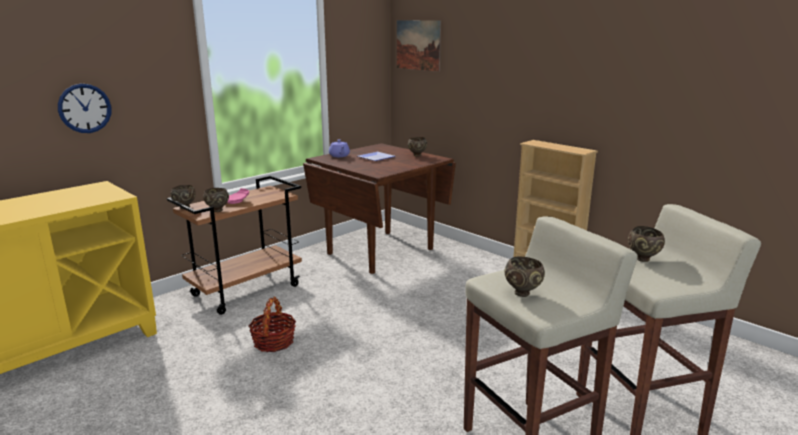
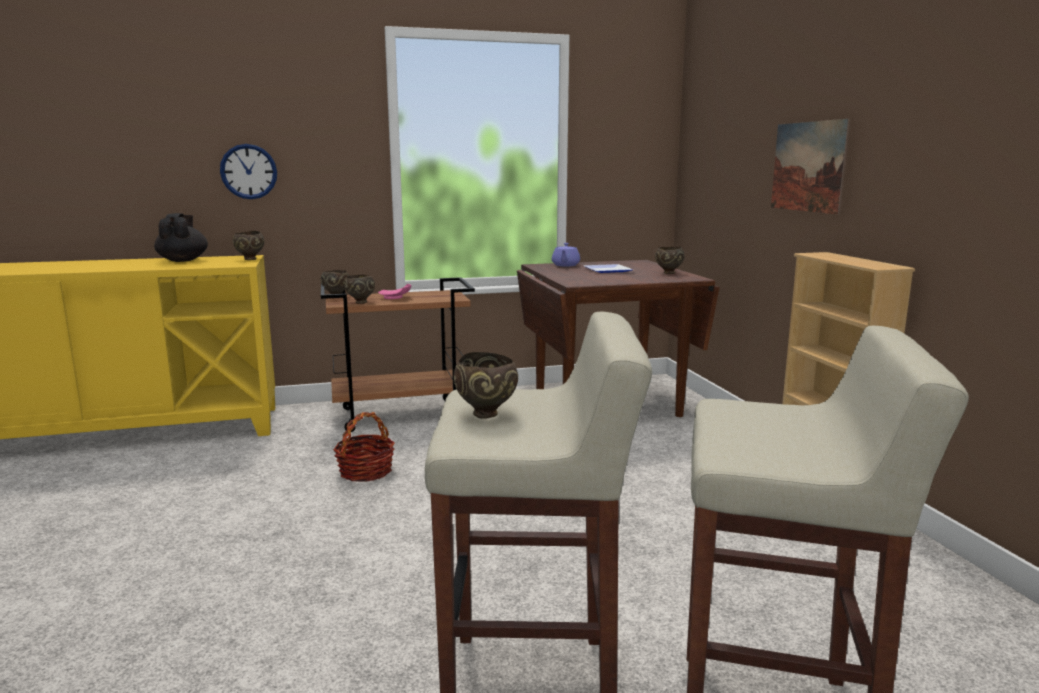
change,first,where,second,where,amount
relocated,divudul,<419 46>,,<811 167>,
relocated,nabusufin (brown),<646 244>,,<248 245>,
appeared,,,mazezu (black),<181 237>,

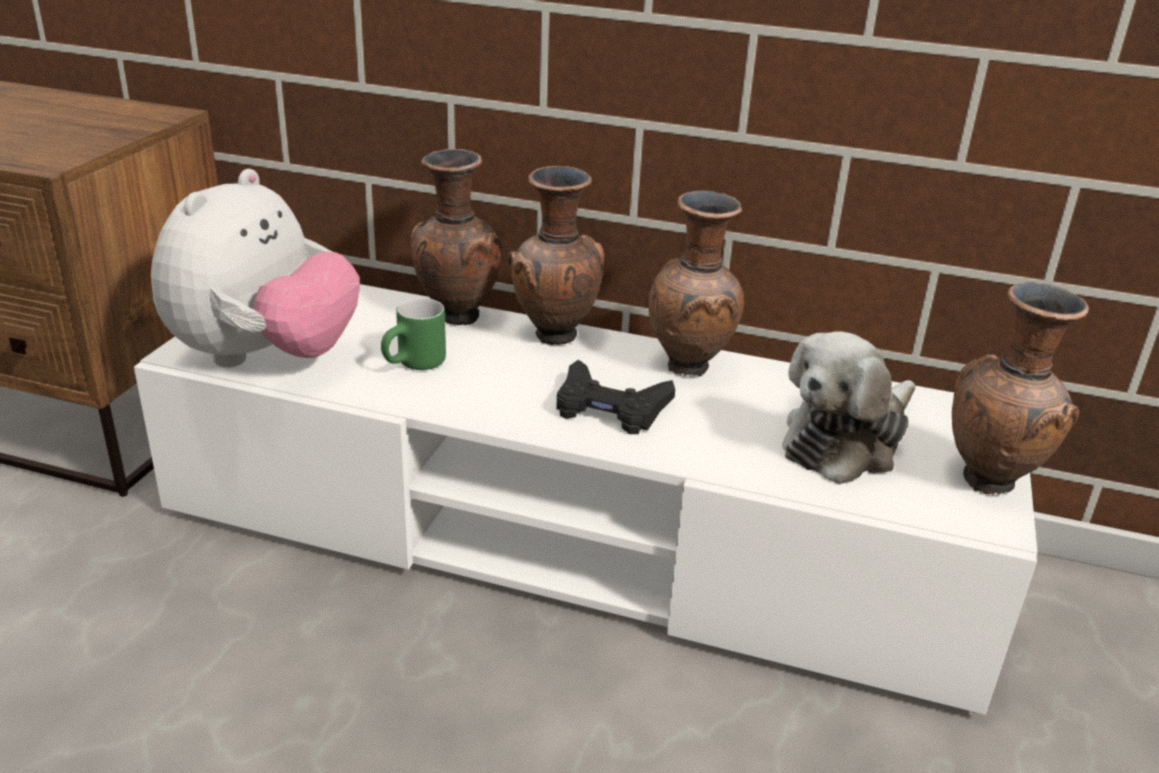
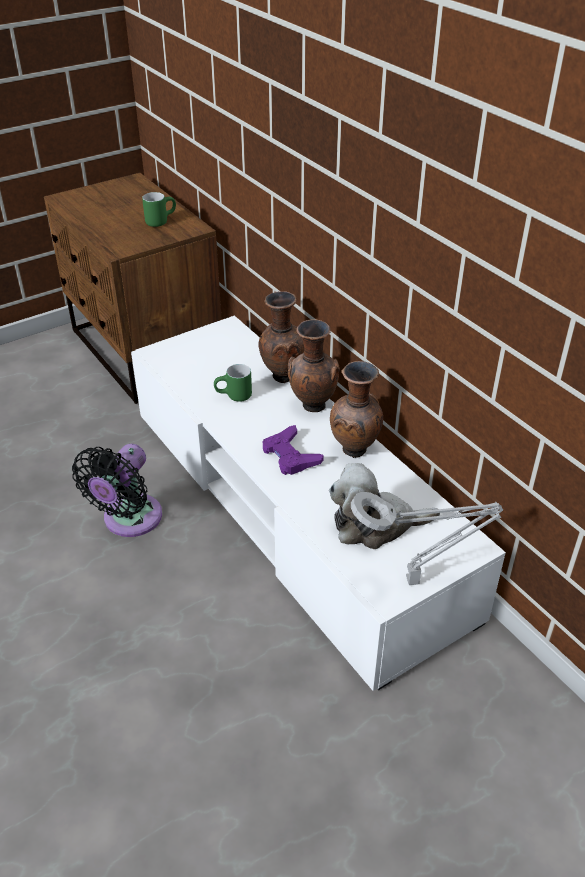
change,first,where,second,where,amount
missing,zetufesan,<255 268>,,,
colour,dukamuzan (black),<615 397>,dukamuzan (purple),<293 450>,
exchanged,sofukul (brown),<1020 388>,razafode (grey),<427 538>,
appeared,,,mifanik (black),<117 490>,
appeared,,,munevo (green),<159 209>,

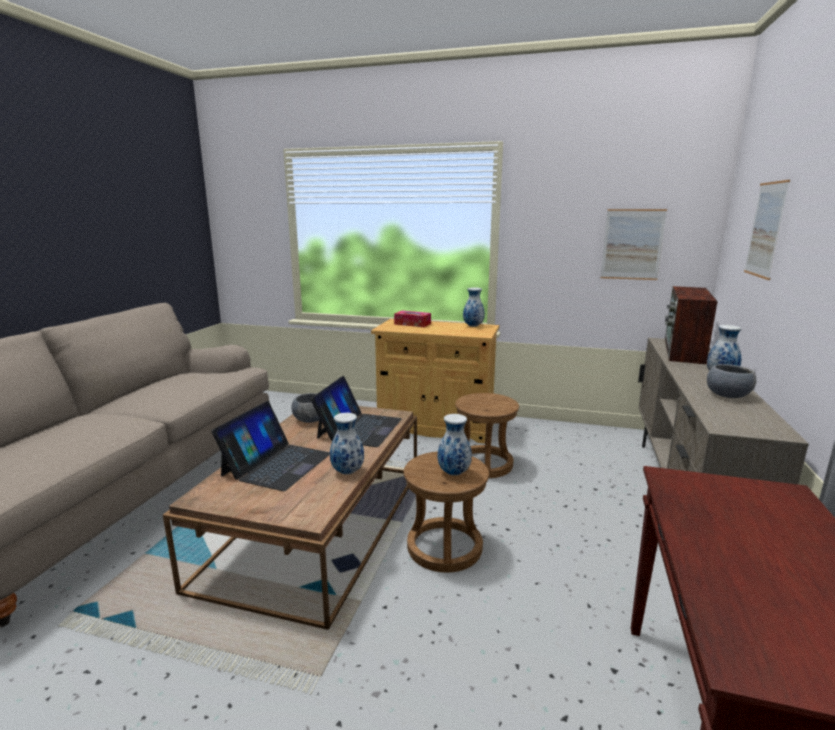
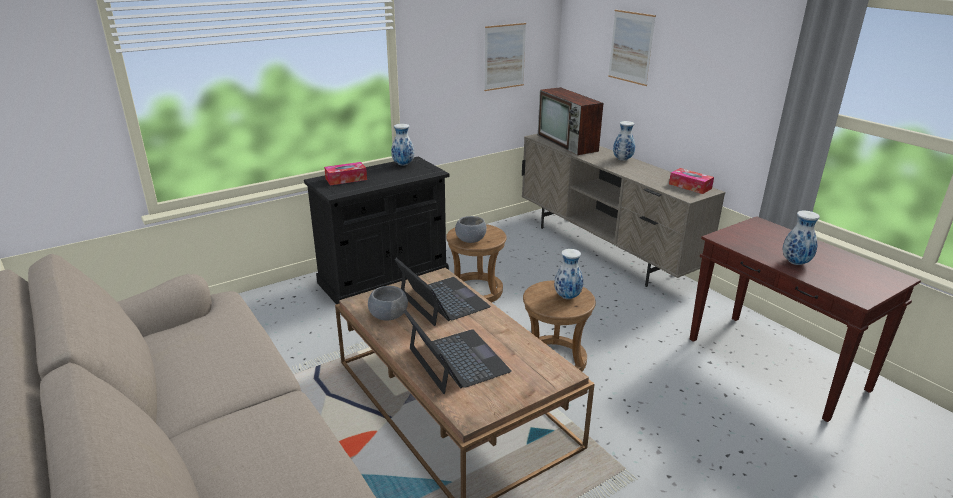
change,first,where,second,where,amount
relocated,sofukul,<347 444>,,<801 238>,
colour,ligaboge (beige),<435 381>,ligaboge (black),<376 230>,
relocated,nabusufin (grey),<731 381>,,<471 229>,
appeared,,,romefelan,<691 181>,

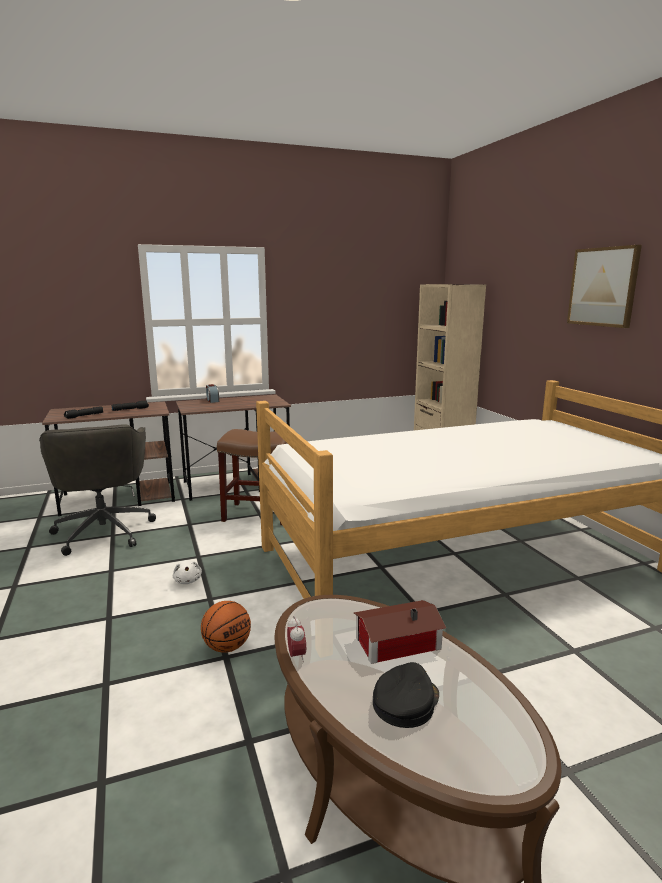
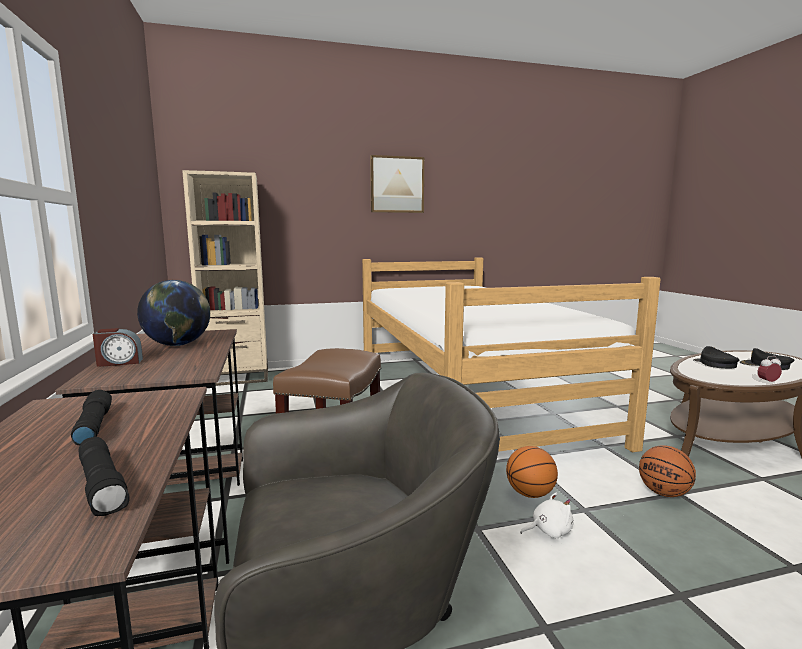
change,first,where,second,where,amount
exchanged,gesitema,<400 632>,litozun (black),<716 357>,
appeared,,,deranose,<173 313>,
appeared,,,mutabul,<532 472>,

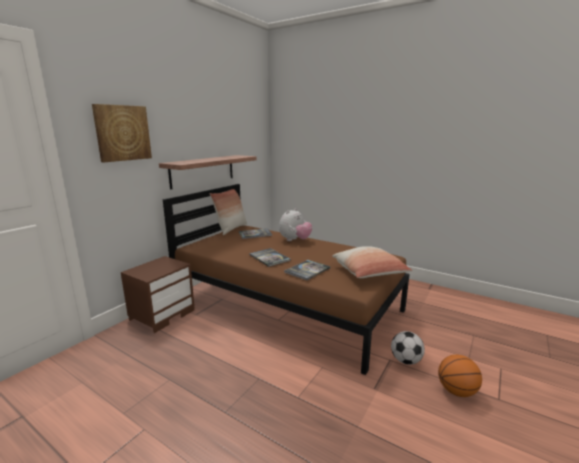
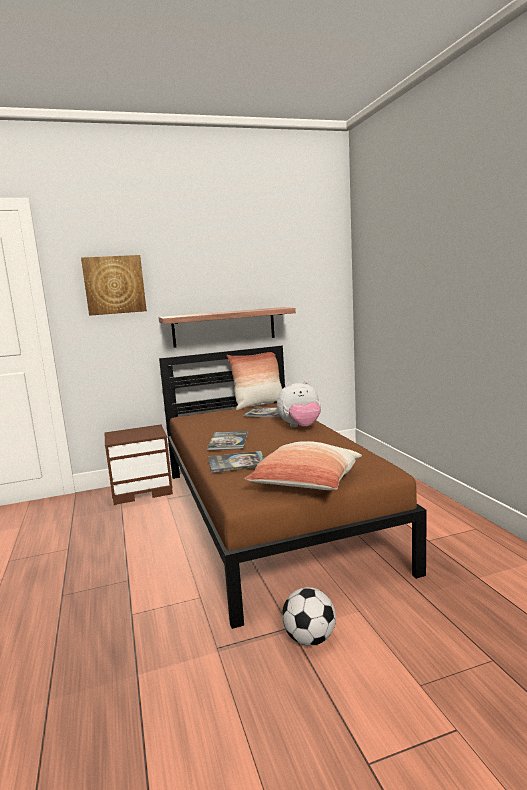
change,first,where,second,where,amount
missing,mutabul,<460 376>,,,

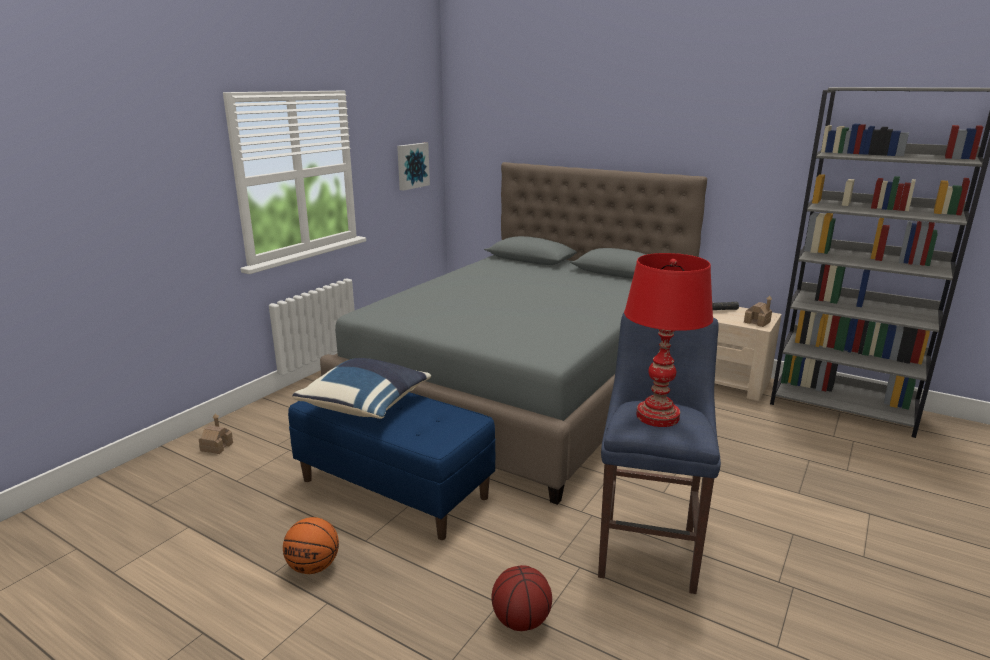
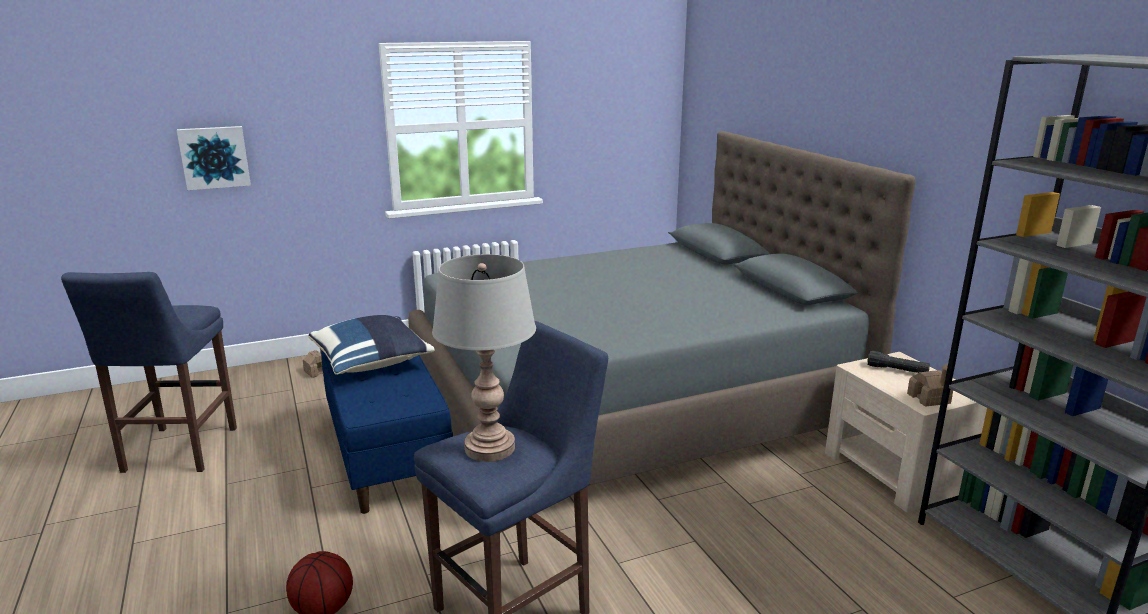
change,first,where,second,where,amount
missing,mutabul,<311 545>,,,
relocated,divudul,<413 167>,,<214 158>,
colour,razafode (red),<668 340>,razafode (grey),<484 358>,
appeared,,,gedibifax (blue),<149 372>,

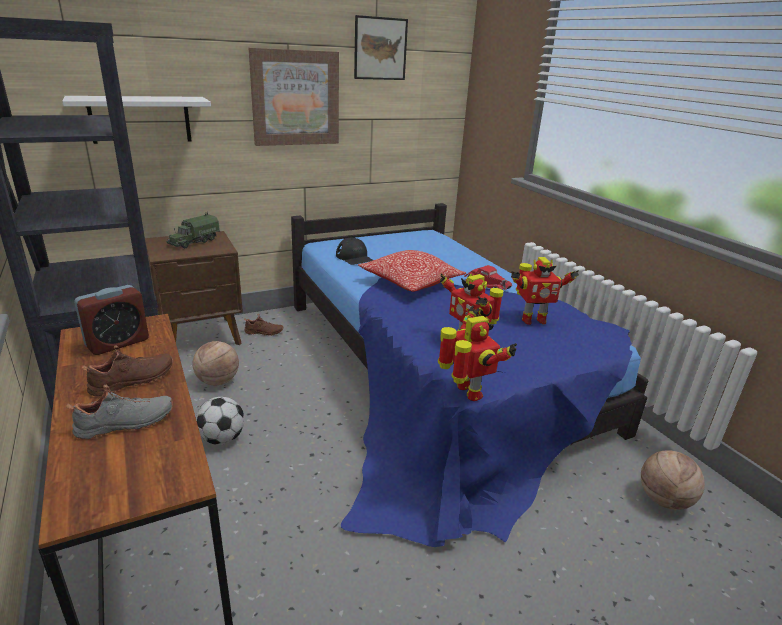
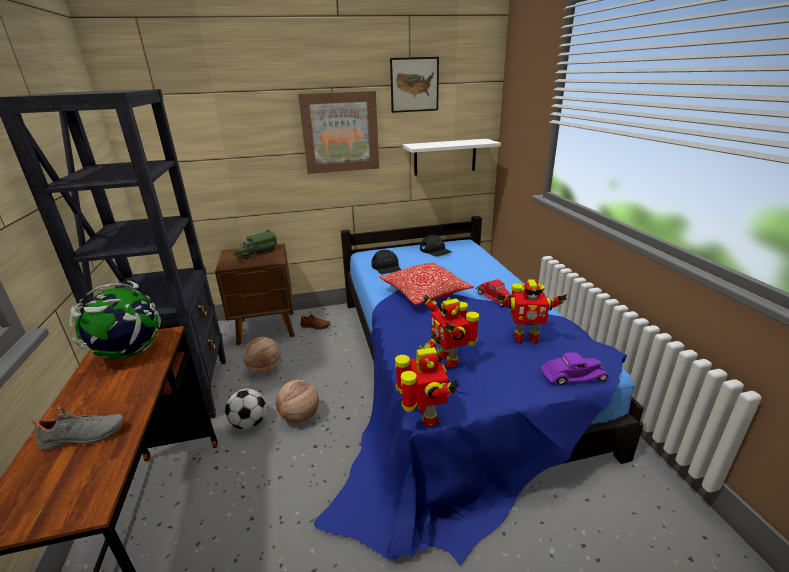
change,first,where,second,where,amount
relocated,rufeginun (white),<136 120>,,<452 157>,
exchanged,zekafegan,<111 320>,deranose,<115 320>,
missing,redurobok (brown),<127 371>,,,
relocated,mutabul,<673 480>,,<297 401>,
appeared,,,litozun (black),<436 246>,
appeared,,,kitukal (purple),<575 368>,

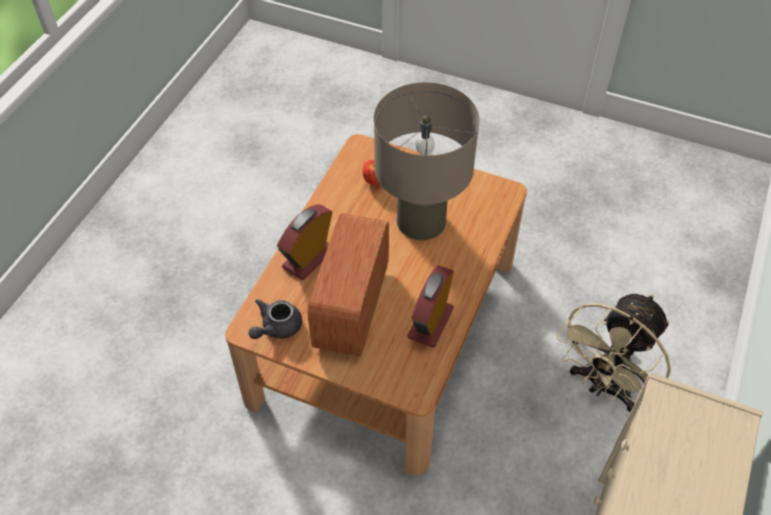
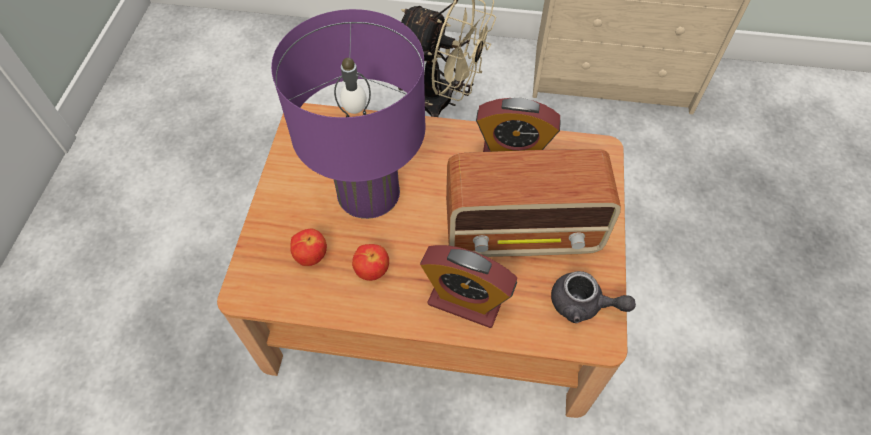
change,first,where,second,where,amount
colour,razafode (beige),<426 161>,razafode (purple),<348 114>,
appeared,,,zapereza,<370 262>,

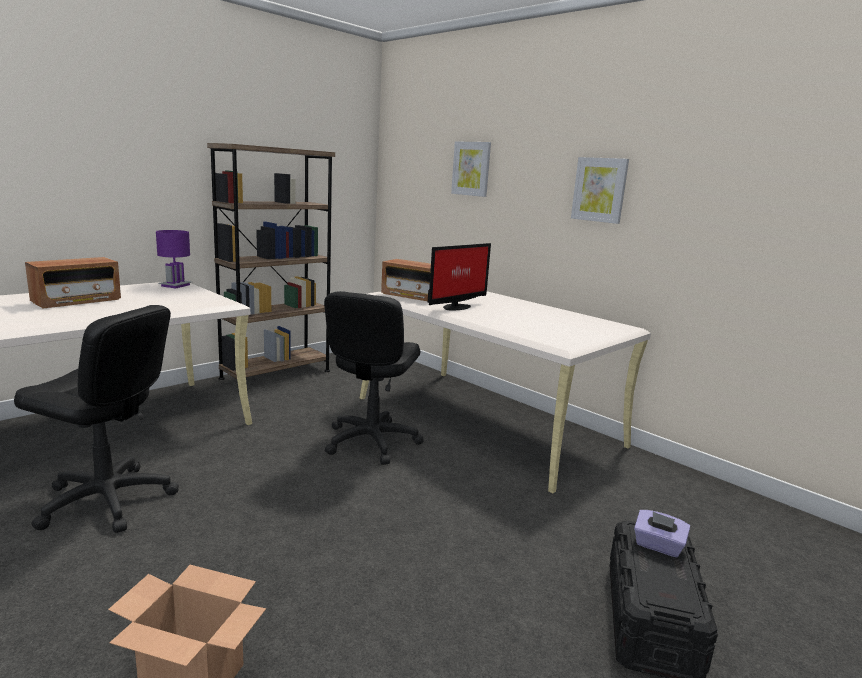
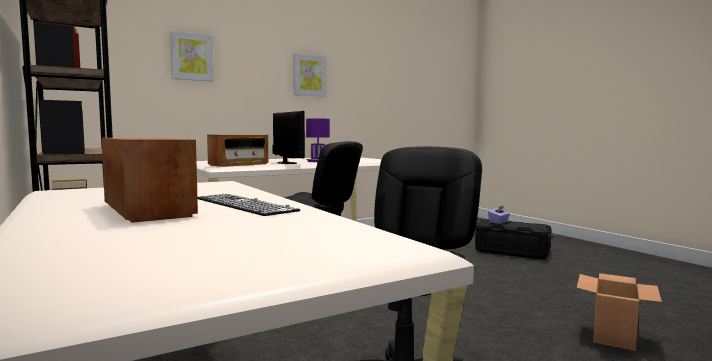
change,first,where,second,where,amount
relocated,razafode (purple),<174 259>,,<318 140>,
appeared,,,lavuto,<248 205>,

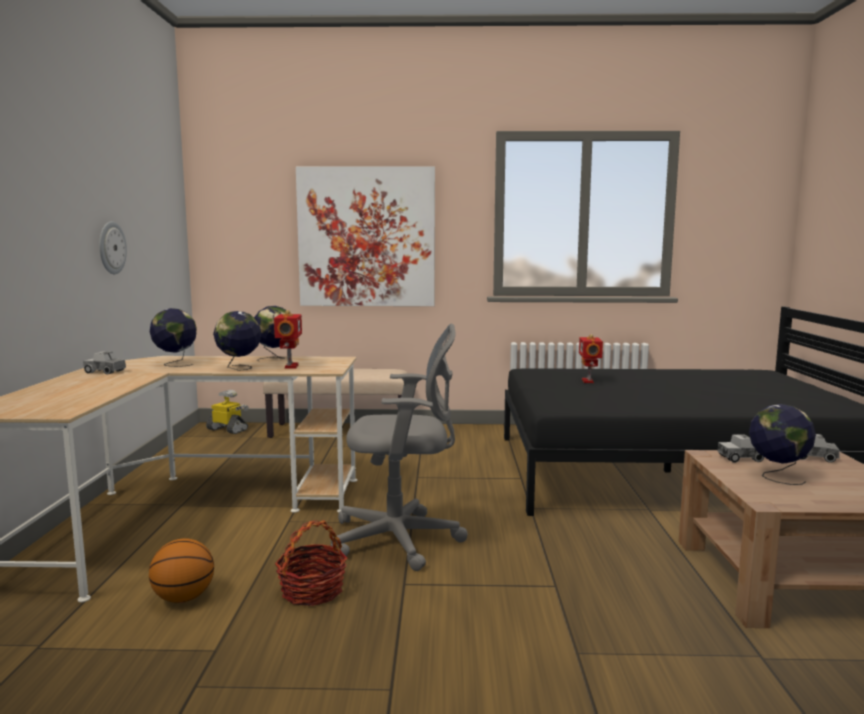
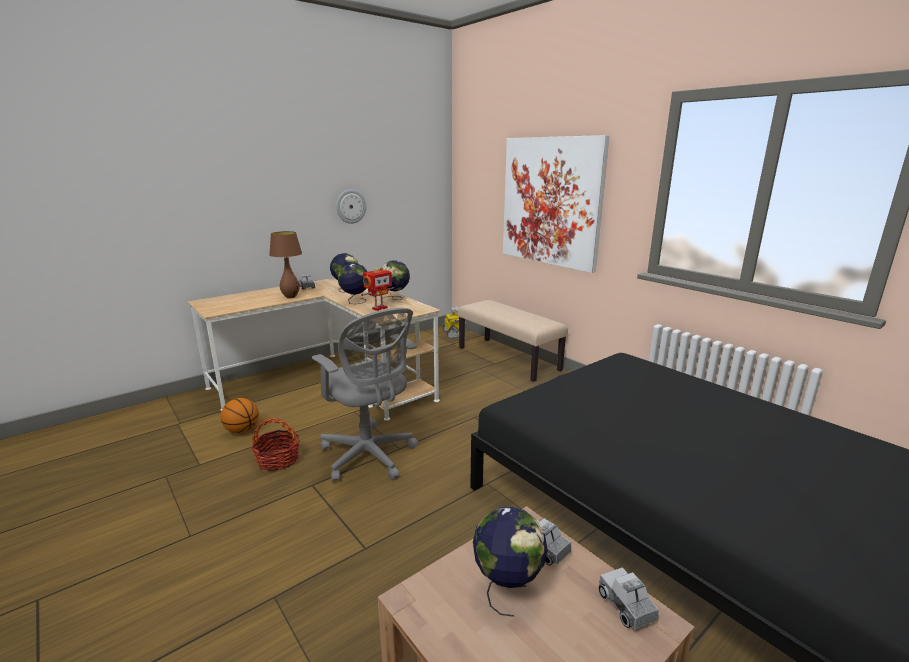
change,first,where,second,where,amount
missing,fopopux,<591 358>,,,
appeared,,,razafode (brown),<285 264>,

